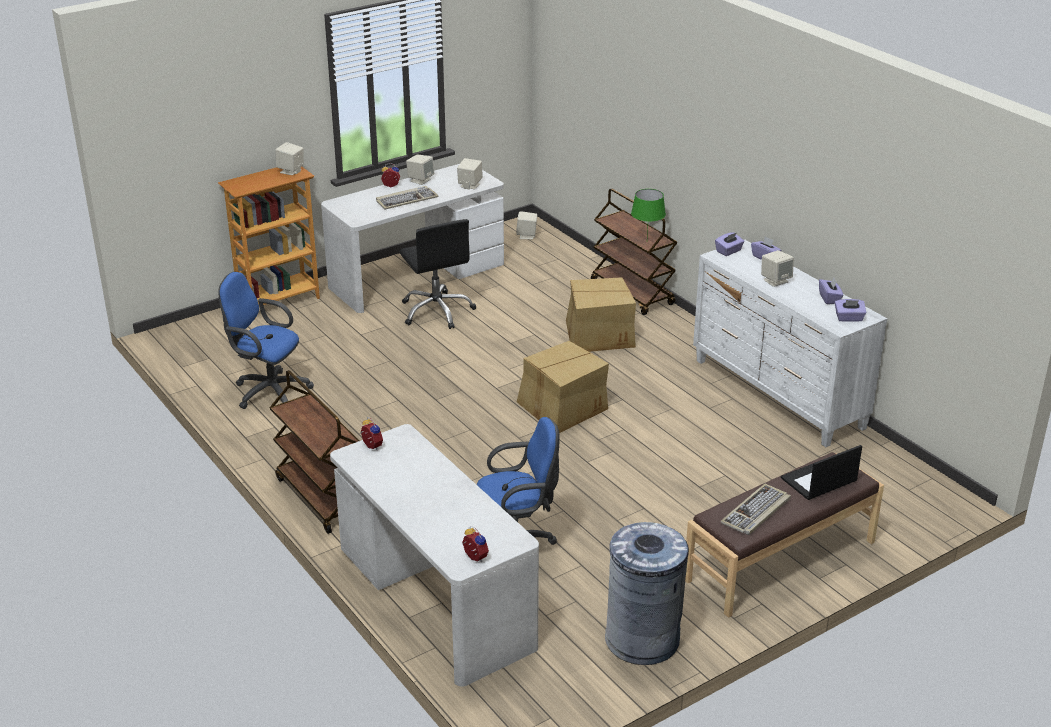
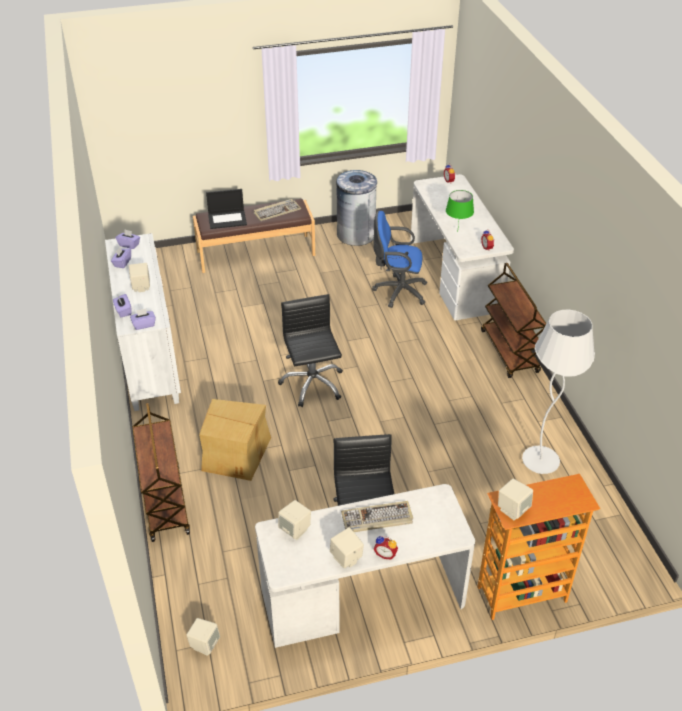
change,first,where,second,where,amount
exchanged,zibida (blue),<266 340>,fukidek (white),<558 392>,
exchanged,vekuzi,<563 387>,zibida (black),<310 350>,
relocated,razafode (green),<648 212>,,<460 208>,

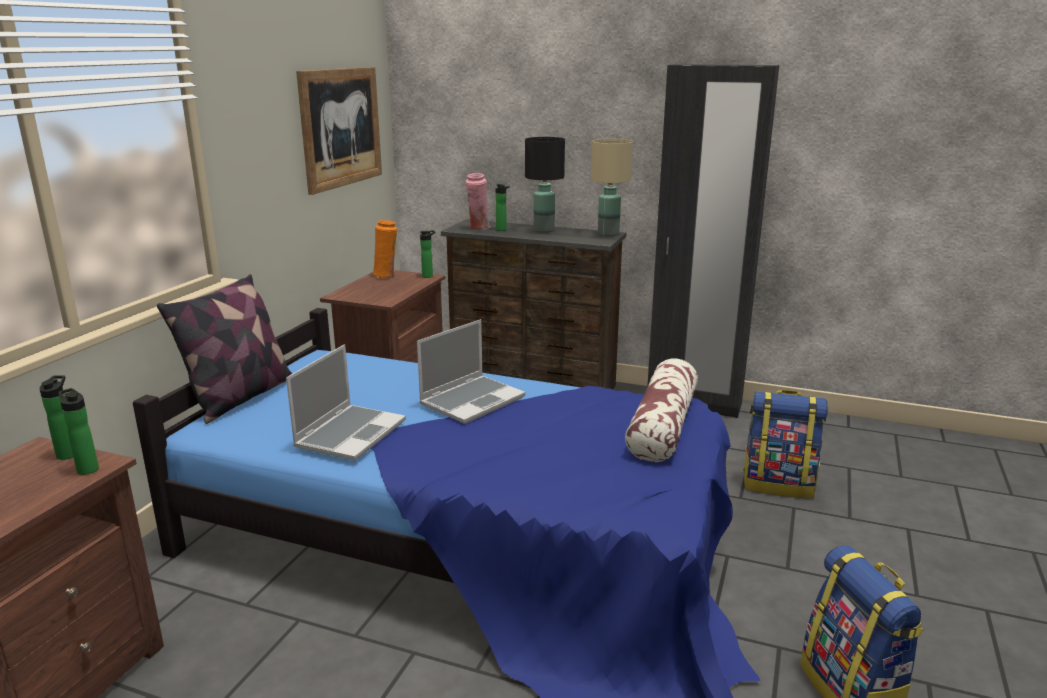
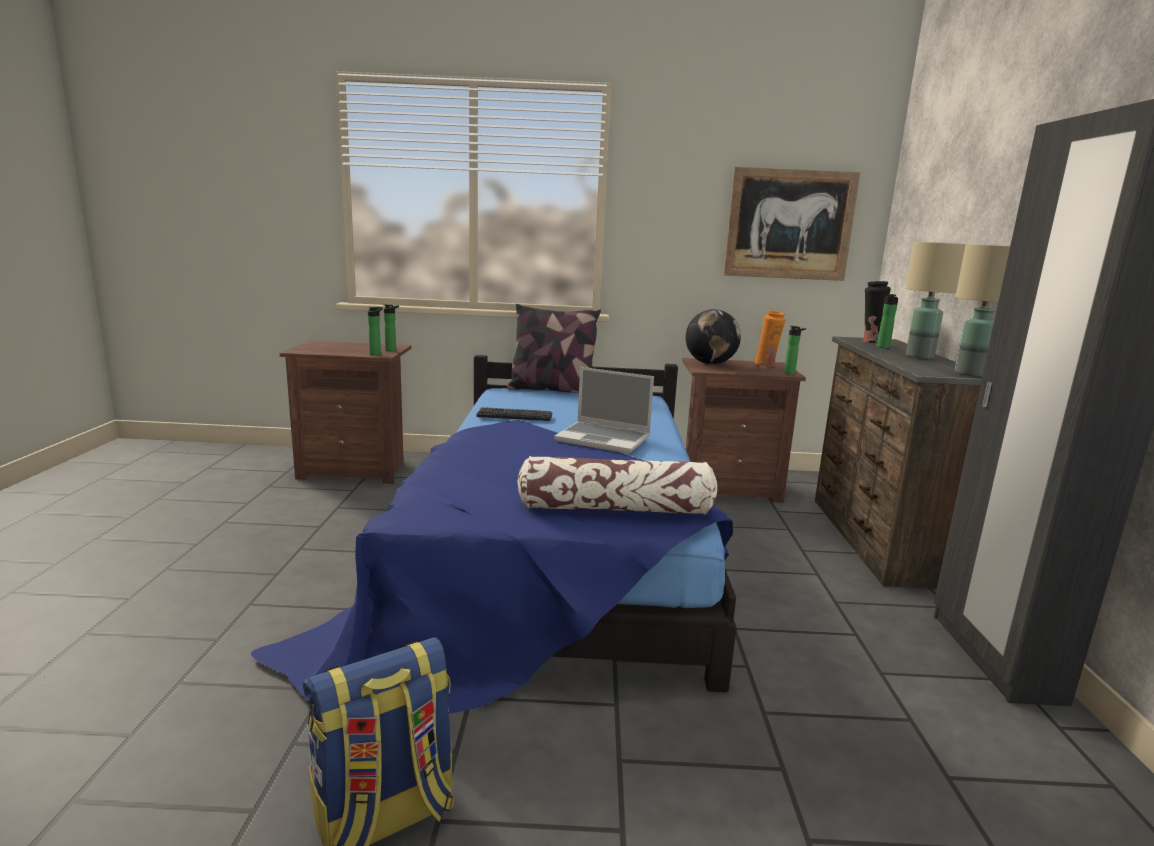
change,first,where,second,where,amount
exchanged,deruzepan,<346 402>,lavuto,<514 414>,
colour,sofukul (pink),<478 201>,sofukul (black),<877 312>,
colour,razafode (black),<545 185>,razafode (beige),<936 300>,
missing,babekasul,<785 444>,,,
appeared,,,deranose,<713 336>,

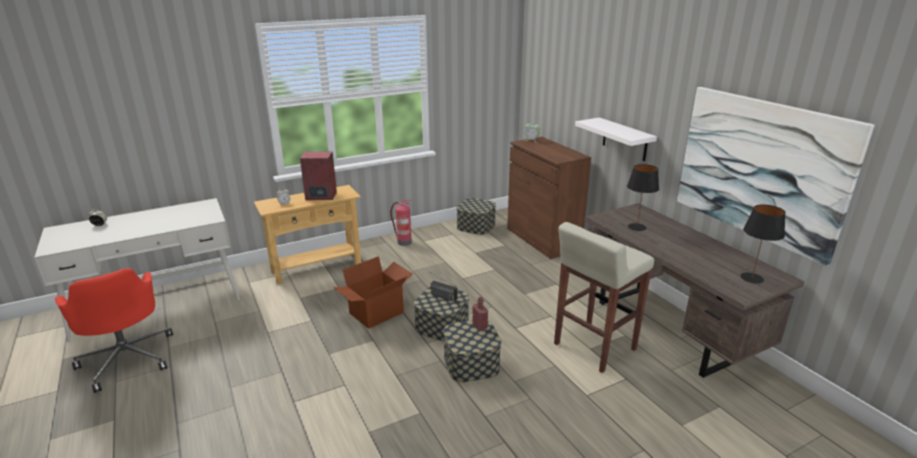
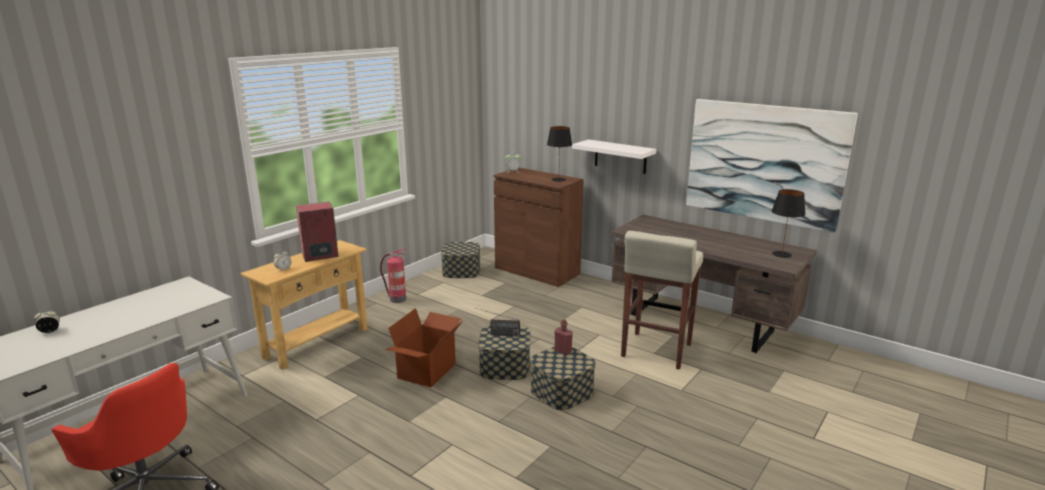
change,first,where,second,where,amount
relocated,razafode (black),<643 197>,,<559 154>,

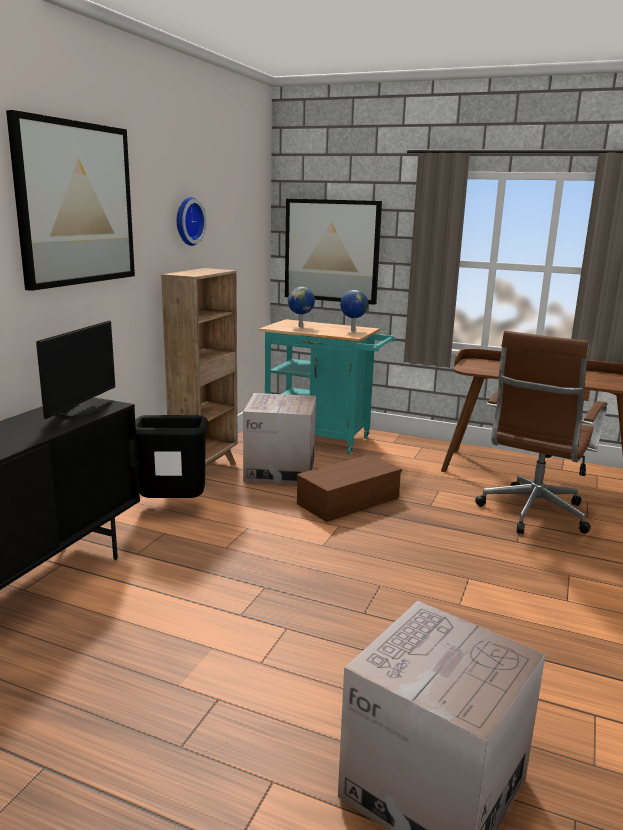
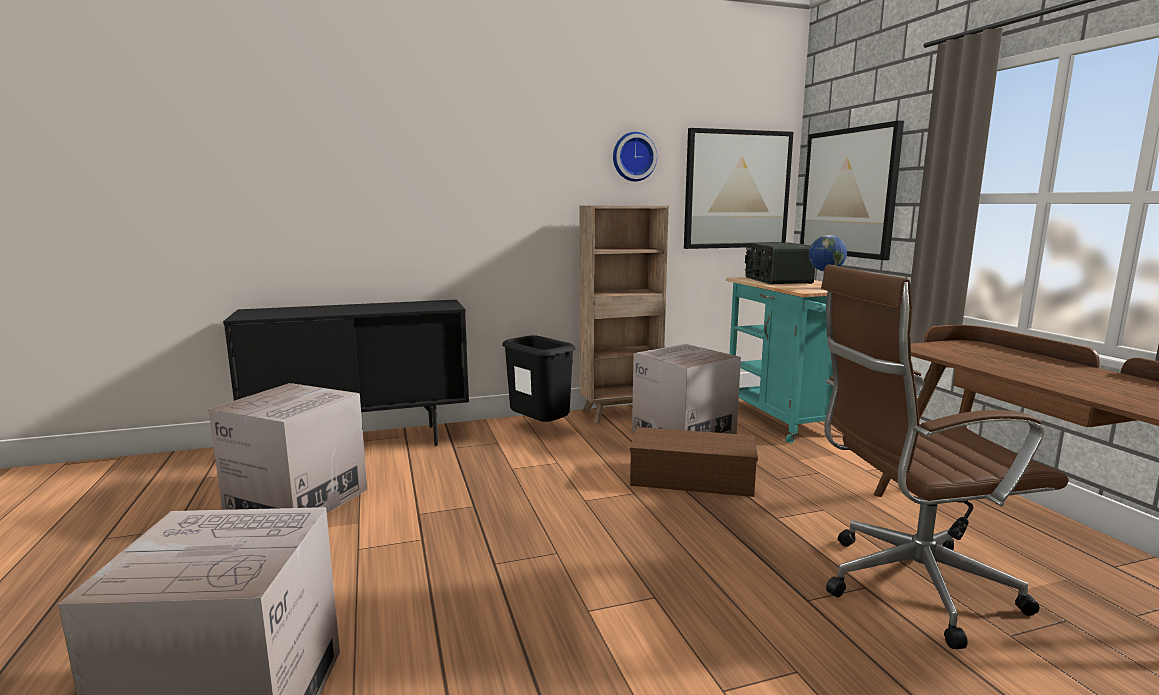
change,first,where,second,where,amount
relocated,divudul,<70 200>,,<739 188>,
missing,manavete,<75 370>,,,
exchanged,deranose,<301 307>,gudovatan,<780 263>,
appeared,,,vekuzi,<288 448>,

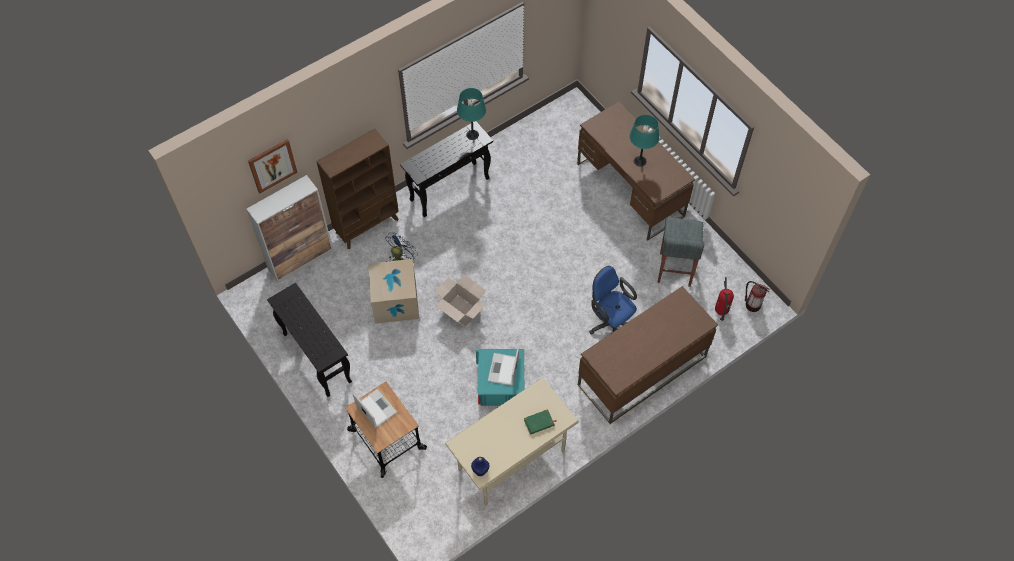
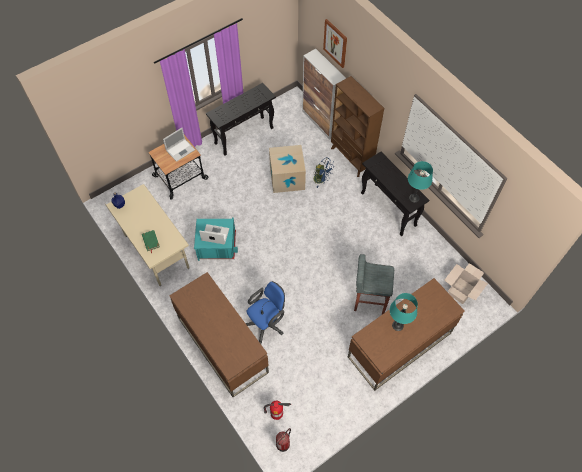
change,first,where,second,where,amount
relocated,vekuzi,<461 300>,,<466 283>,
relocated,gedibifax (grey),<681 252>,,<374 284>,

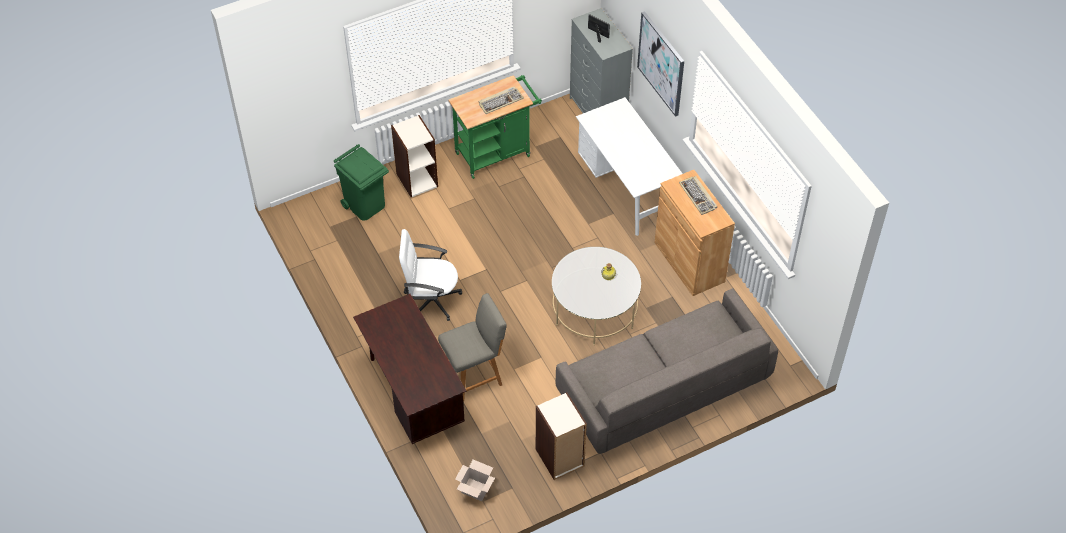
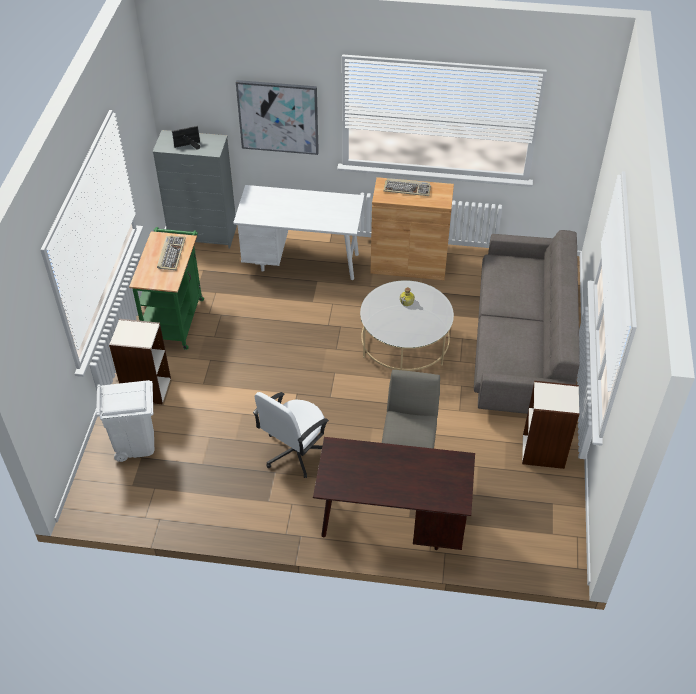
change,first,where,second,where,amount
colour,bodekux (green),<361 182>,bodekux (white),<125 421>,
missing,vekuzi,<475 480>,,,

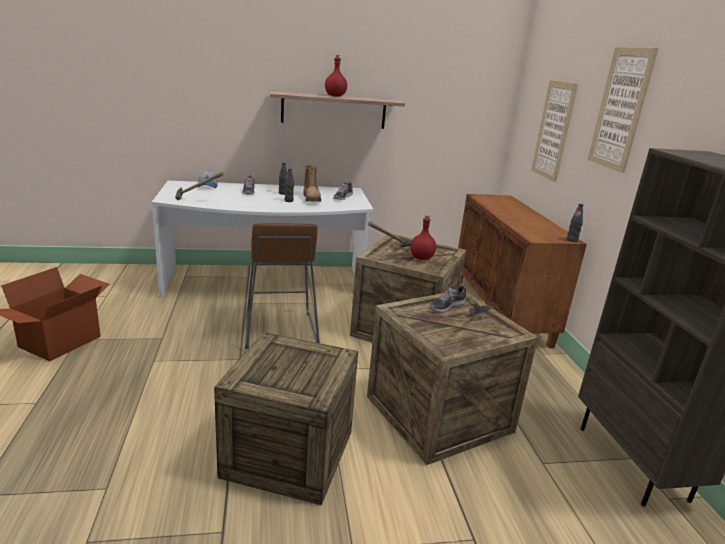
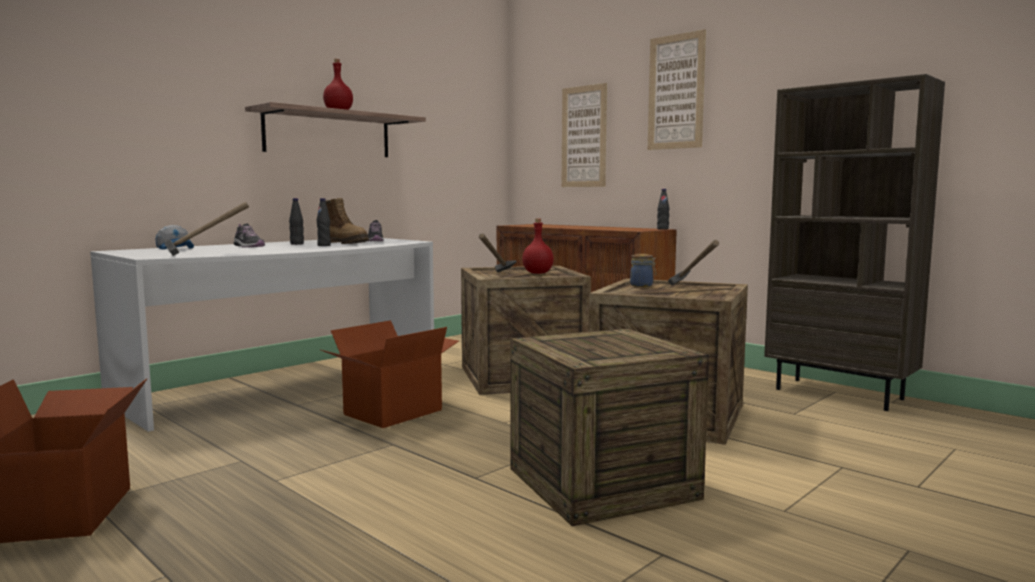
change,first,where,second,where,amount
exchanged,gedibifax (brown),<282 286>,vekuzi,<390 374>,
exchanged,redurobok,<447 298>,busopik,<643 270>,

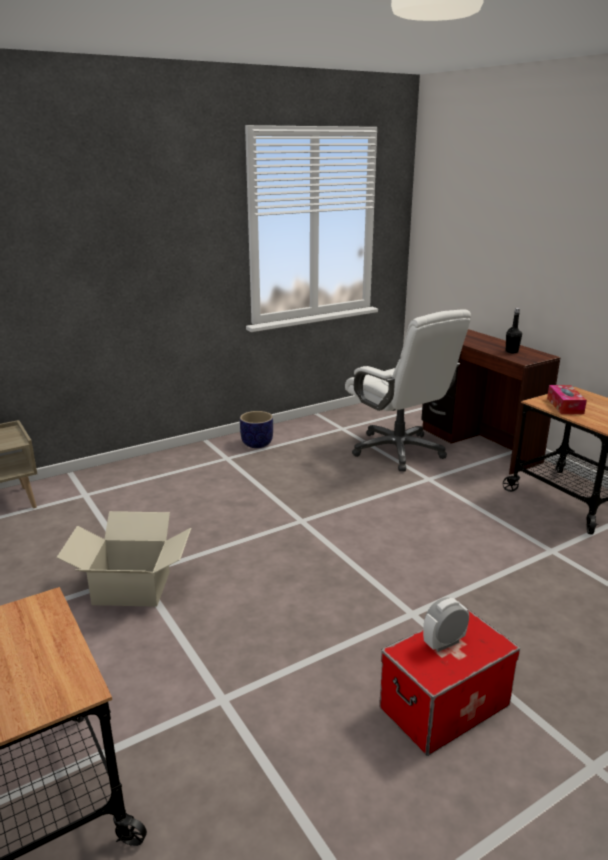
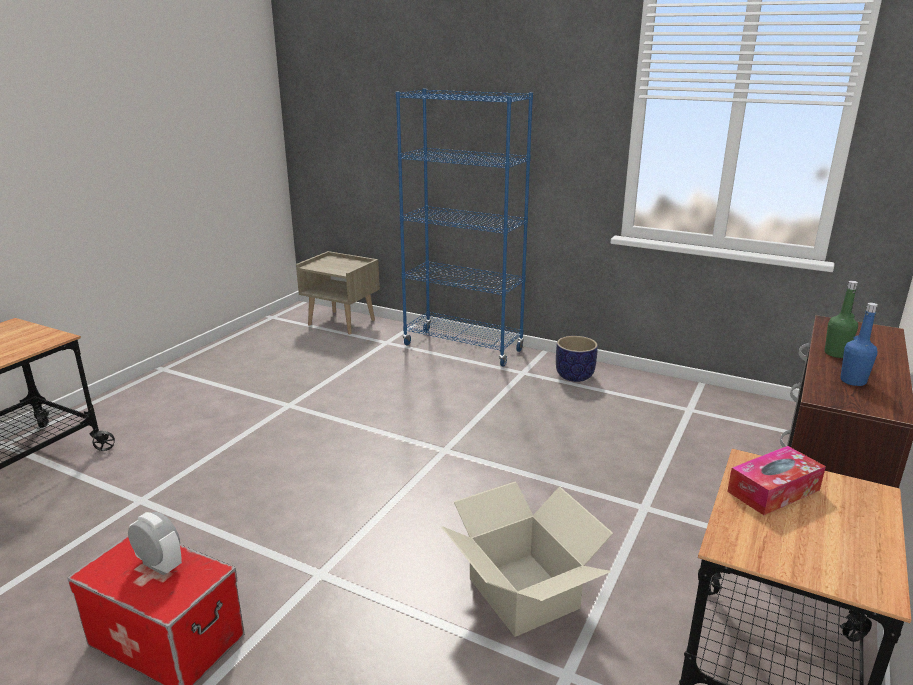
change,first,where,second,where,amount
relocated,vekuzi,<123 559>,,<527 559>,
missing,zibida (white),<408 390>,,,
colour,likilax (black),<514 331>,likilax (blue),<859 344>,
appeared,,,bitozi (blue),<464 227>,
appeared,,,likilax (green),<841 319>,

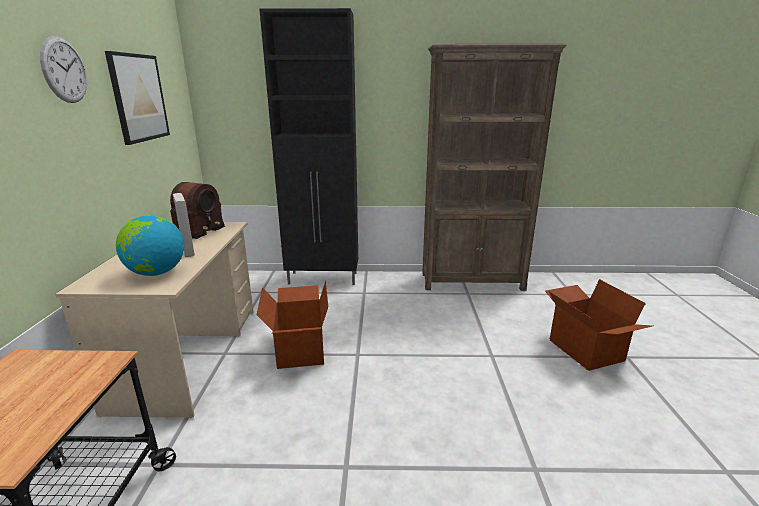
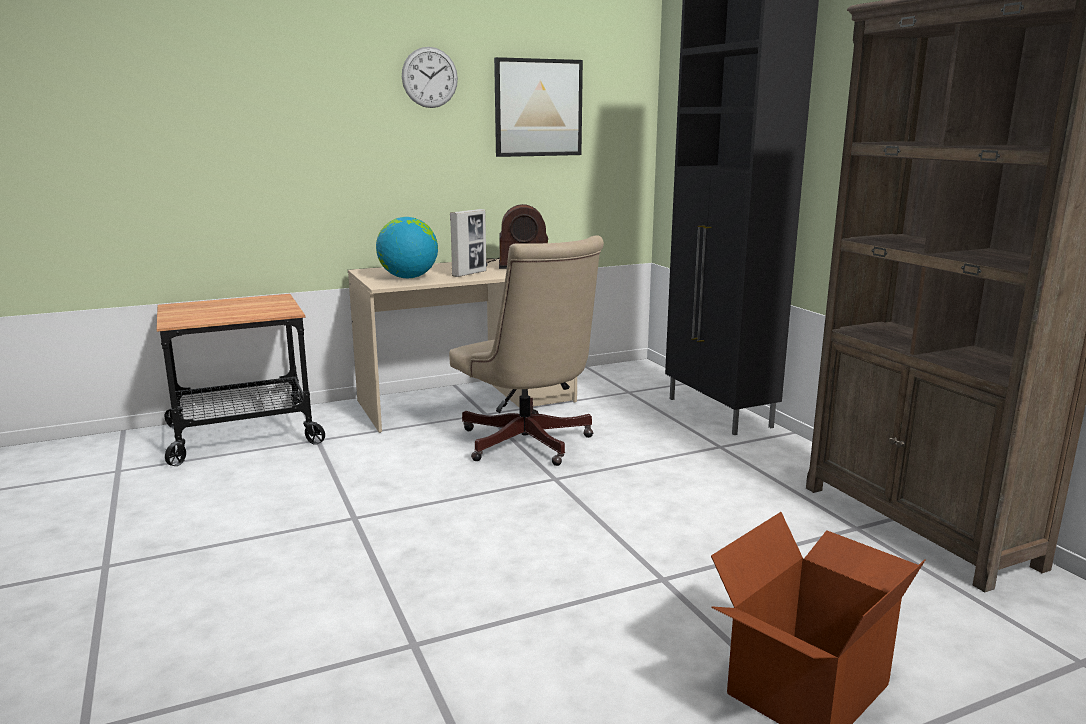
change,first,where,second,where,amount
exchanged,vekuzi,<292 325>,zibida (beige),<526 350>,

